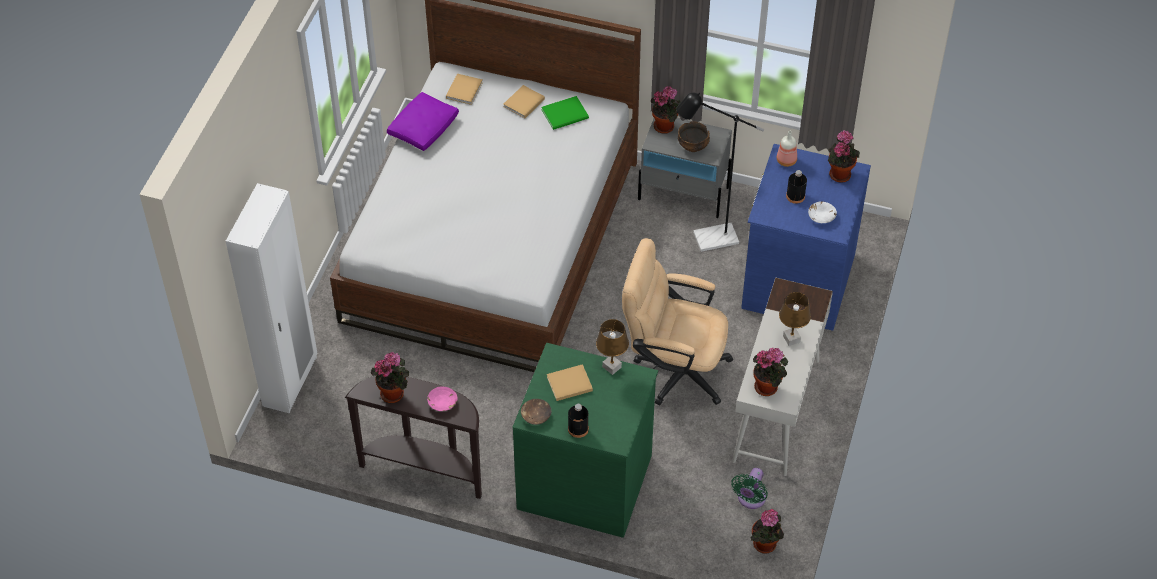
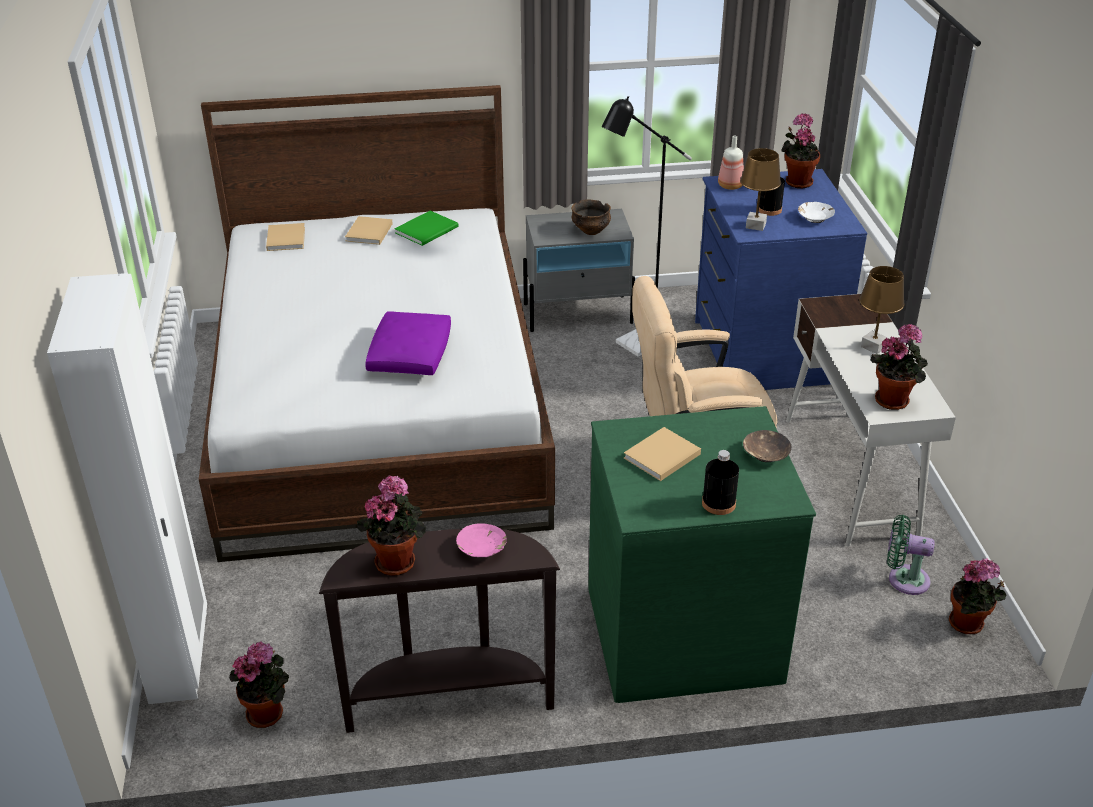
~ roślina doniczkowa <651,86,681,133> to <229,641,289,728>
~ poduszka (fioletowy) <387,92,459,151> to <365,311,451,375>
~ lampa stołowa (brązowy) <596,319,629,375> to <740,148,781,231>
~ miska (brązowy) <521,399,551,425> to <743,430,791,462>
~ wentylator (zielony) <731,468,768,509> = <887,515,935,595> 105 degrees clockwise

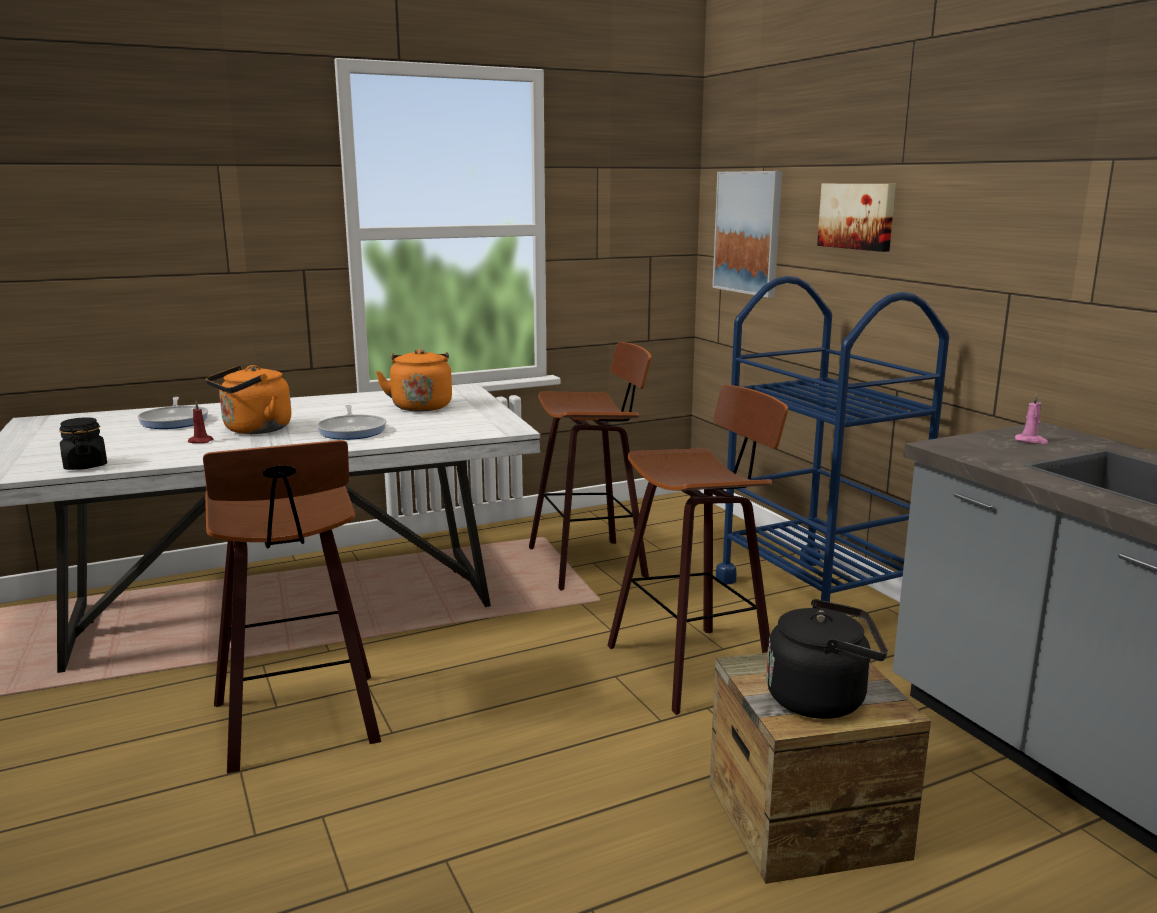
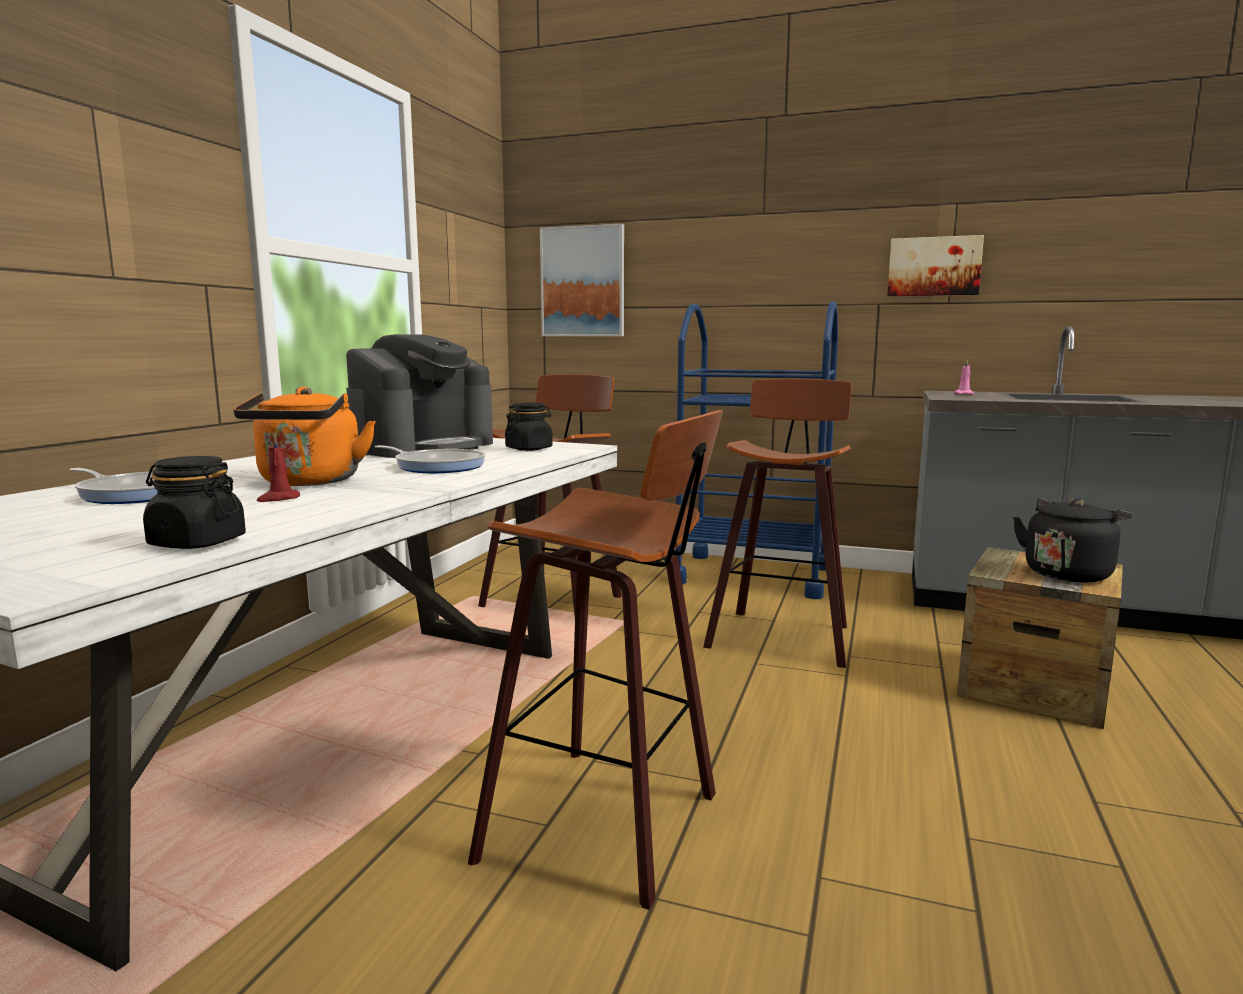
~ obraz <817,184,896,252> to <887,235,984,296>
~ czajnik (pomarańczowy) <376,349,452,412> to ekspres do kawy <346,334,493,458>
+ słoik (czarny) <505,403,553,451>

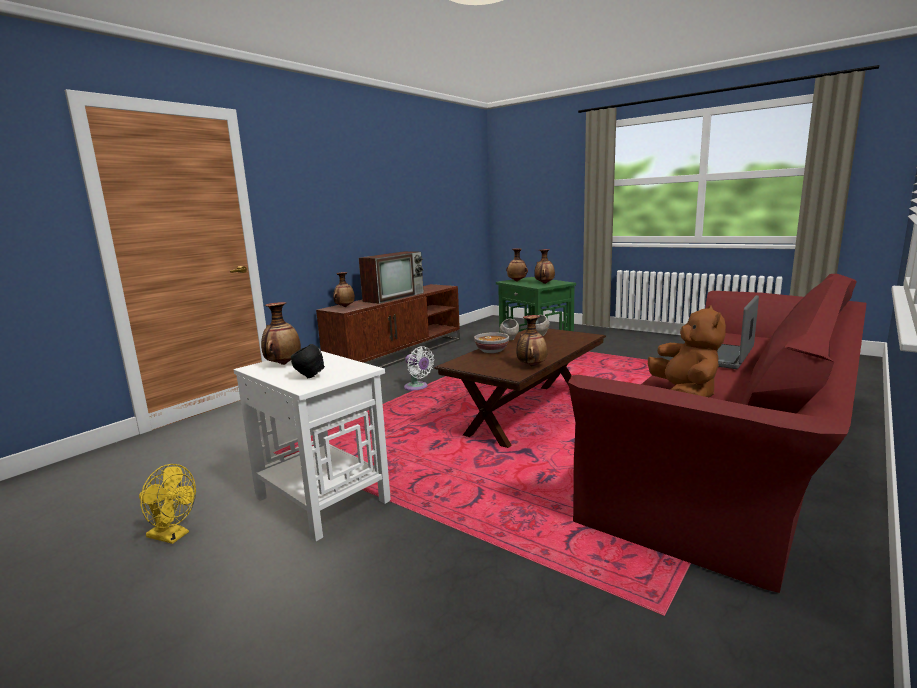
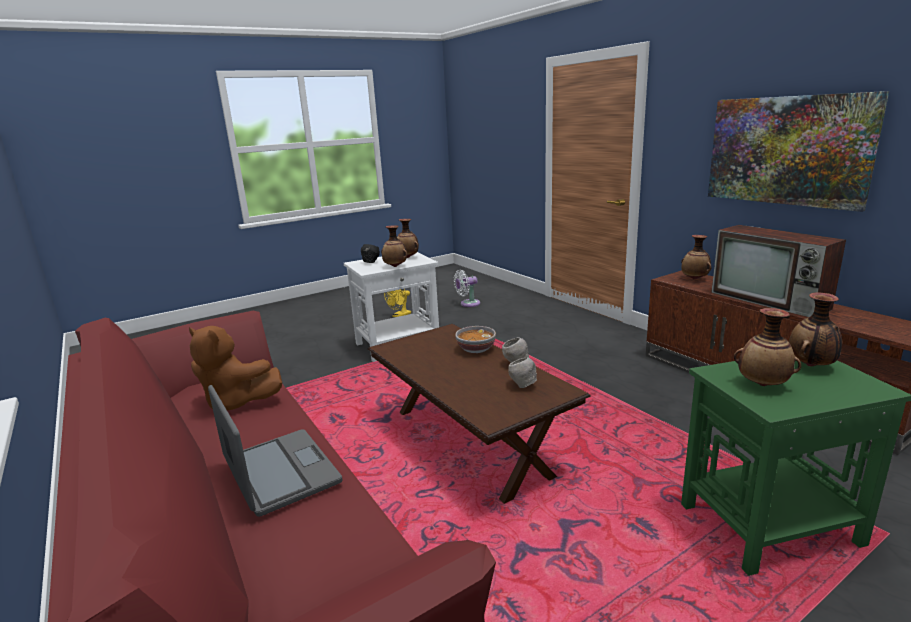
~ wazon <517,315,548,366> to <381,225,407,267>
~ wentylator (biały) <404,346,434,391> to <454,270,480,307>
+ obraz <708,91,889,212>

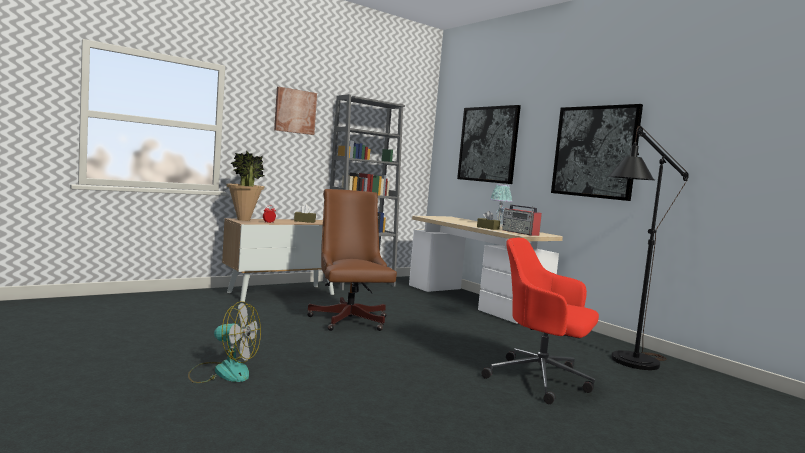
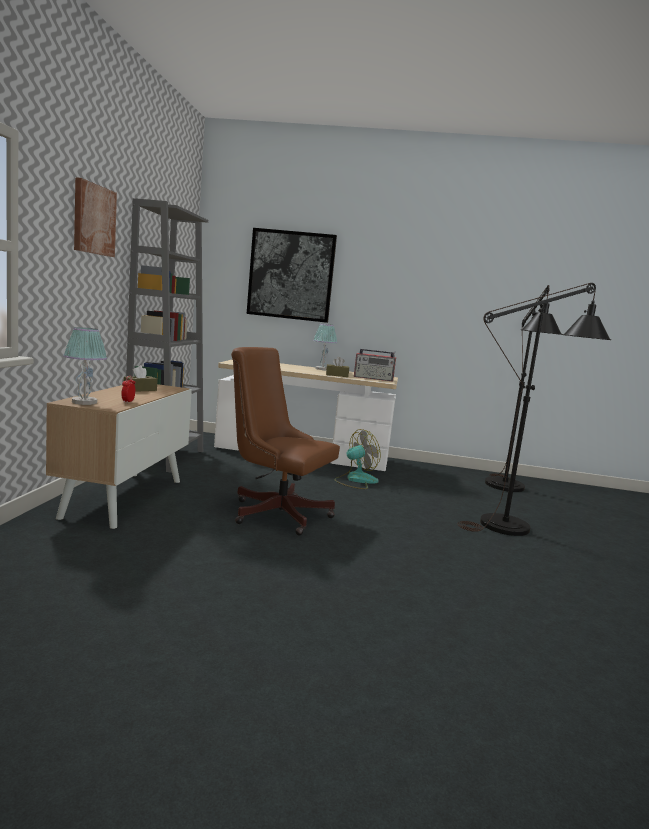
- obraz <551,104,643,201>
~ roślina doniczkowa <227,151,265,221> to lampa stołowa <63,327,107,405>
~ krzesło biurowe (czerwony) <481,238,599,404> to lampa stojąca (czarny) <457,283,611,536>
~ wentylator <188,301,261,383> to <334,429,381,489>

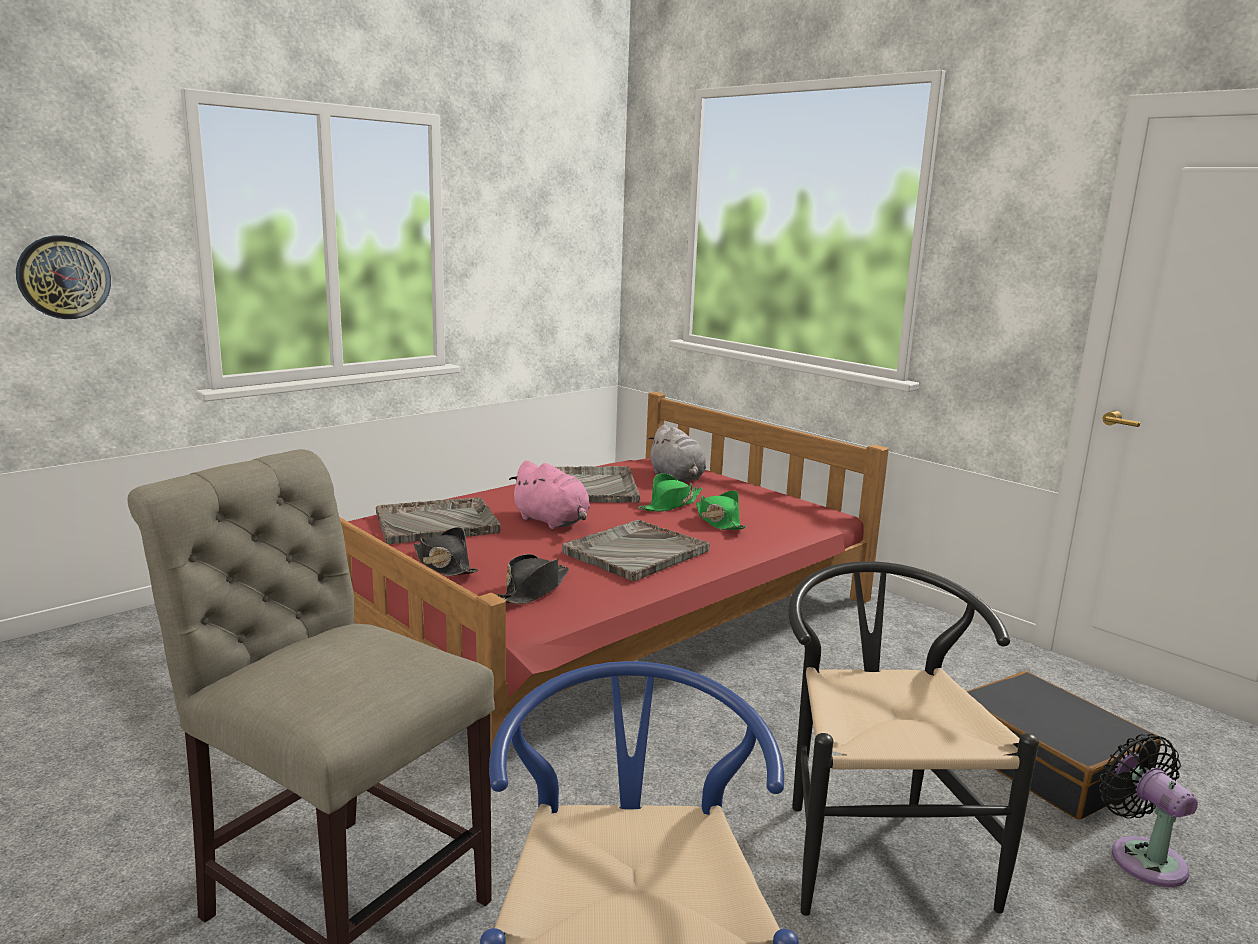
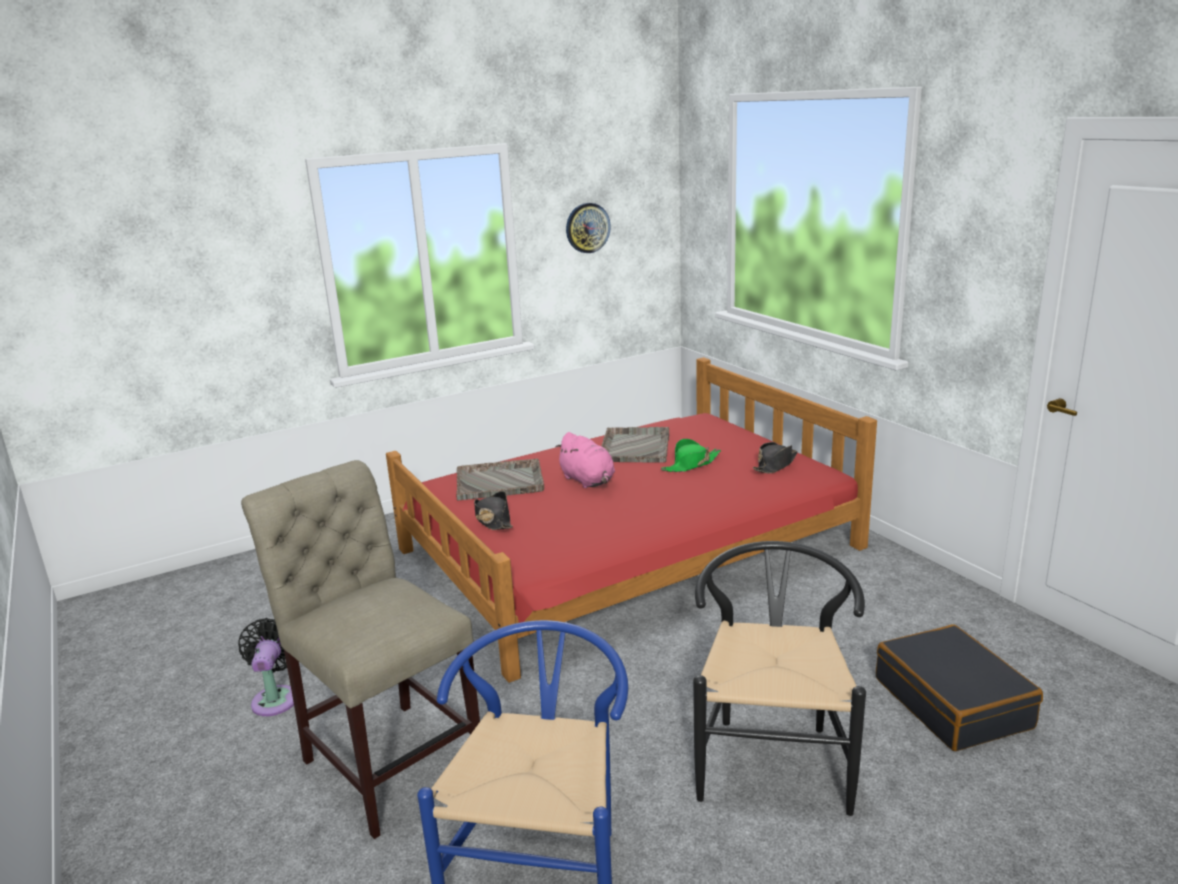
~ zegar ścienny <16,235,111,319> to <566,203,611,253>
- pluszak (szary) <648,425,706,482>
- kapelusz (zielony) <696,491,746,530>
- taca (szary) <562,520,710,582>
~ kapelusz (czarny) <495,554,569,604> to <753,442,798,474>
~ wentylator (czarny) <1099,734,1198,887> to <238,618,294,716>

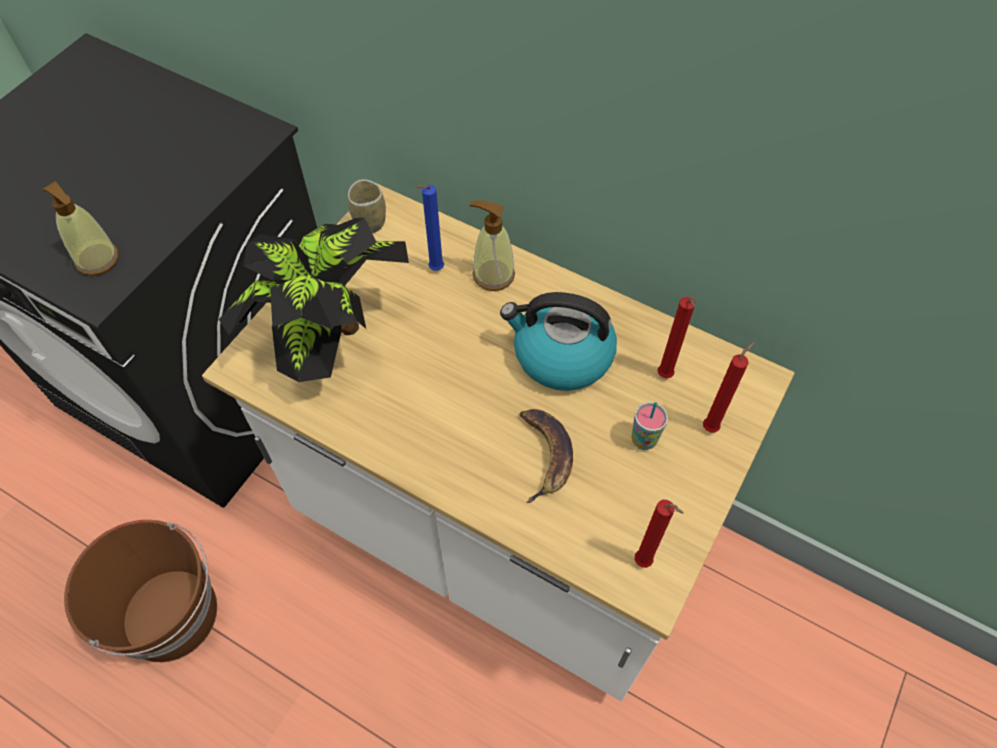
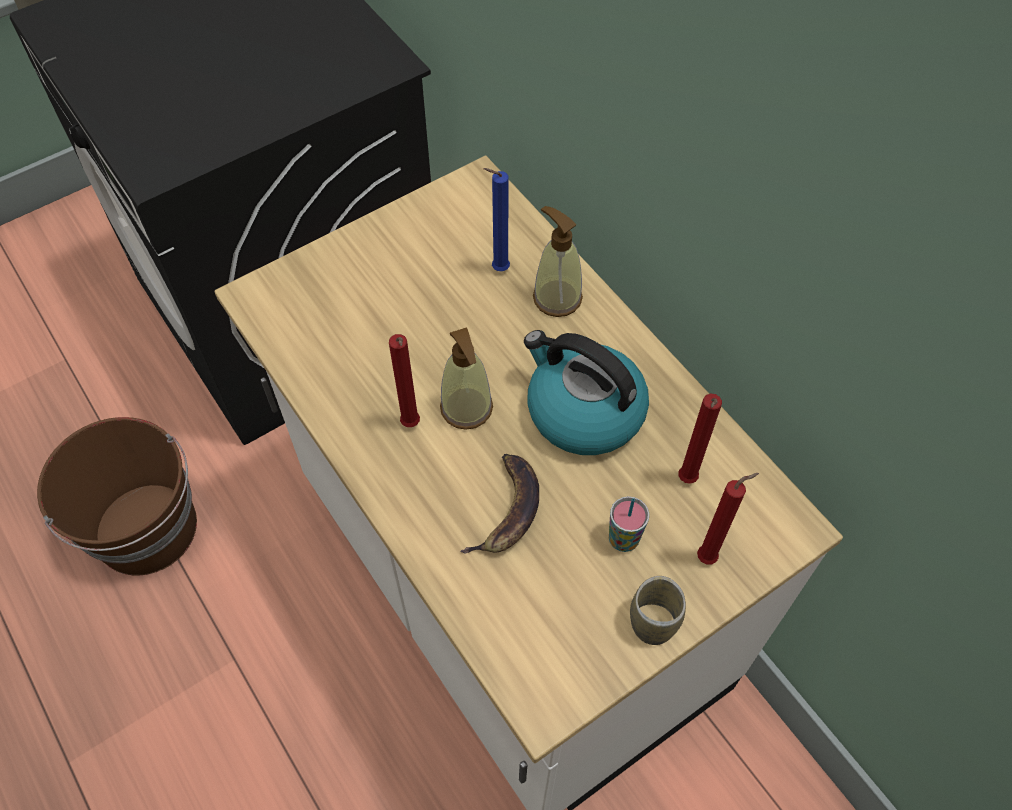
~ filiżanka <348,179,386,233> to <630,576,686,645>
~ dozownik mydła <42,181,119,276> to <440,327,493,430>
- roślina doniczkowa <219,218,409,382>
~ świeca (czerwony) <635,500,684,568> to <389,334,420,427>

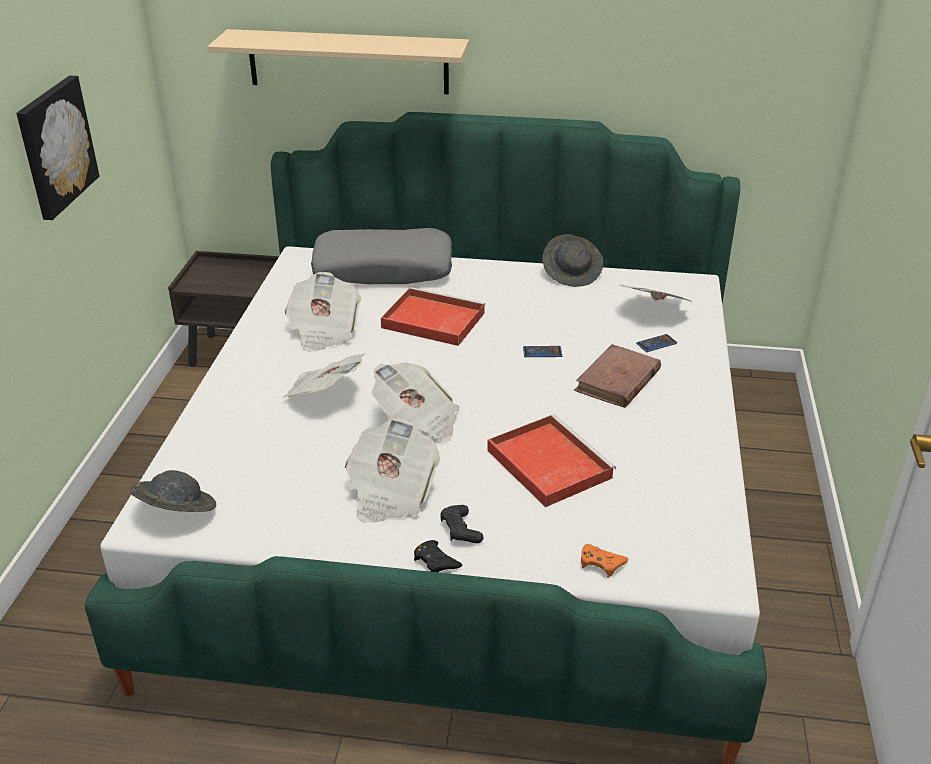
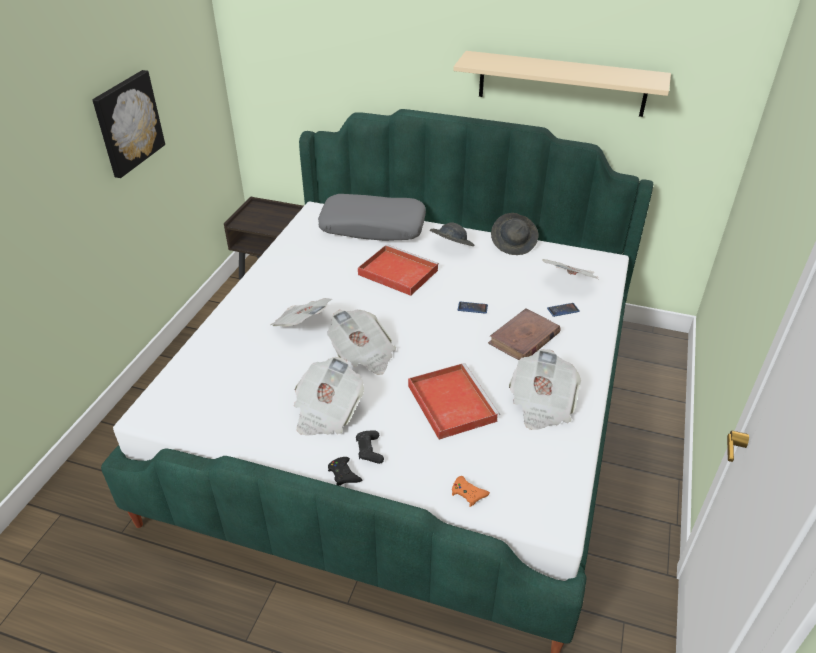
~ półka (beżowy) <208,29,469,94> to <453,51,671,117>
~ gazeta <285,272,361,352> to <509,349,581,430>
~ kapelusz (szary) <129,470,216,512> to <430,222,475,246>

